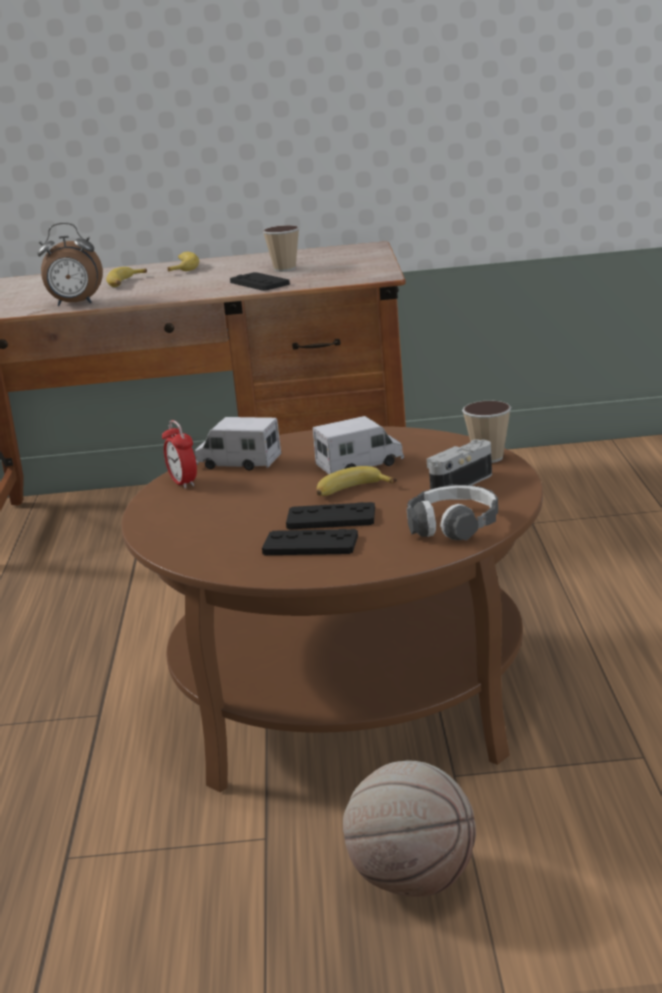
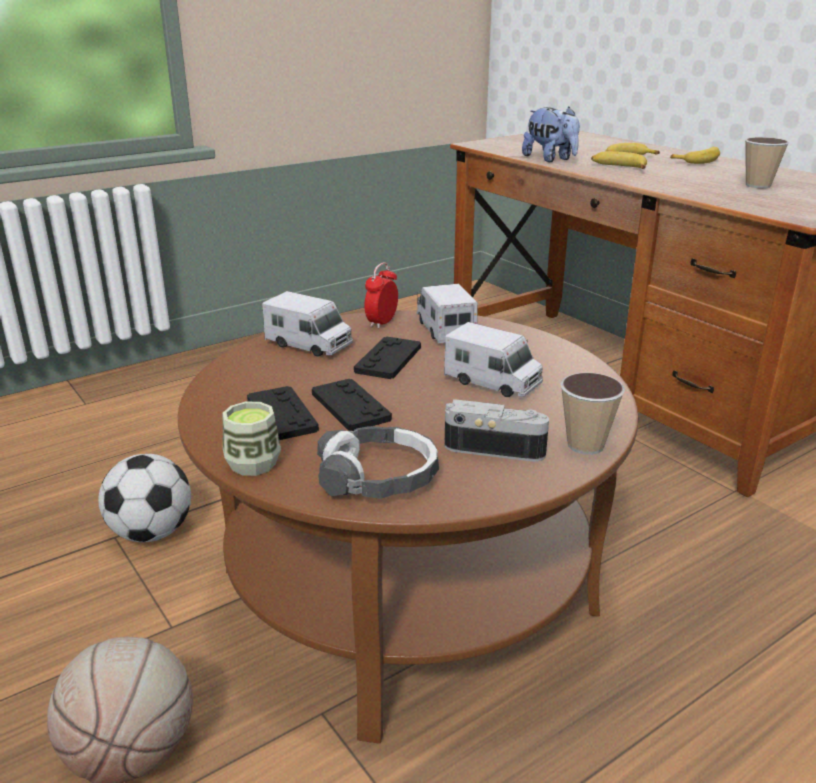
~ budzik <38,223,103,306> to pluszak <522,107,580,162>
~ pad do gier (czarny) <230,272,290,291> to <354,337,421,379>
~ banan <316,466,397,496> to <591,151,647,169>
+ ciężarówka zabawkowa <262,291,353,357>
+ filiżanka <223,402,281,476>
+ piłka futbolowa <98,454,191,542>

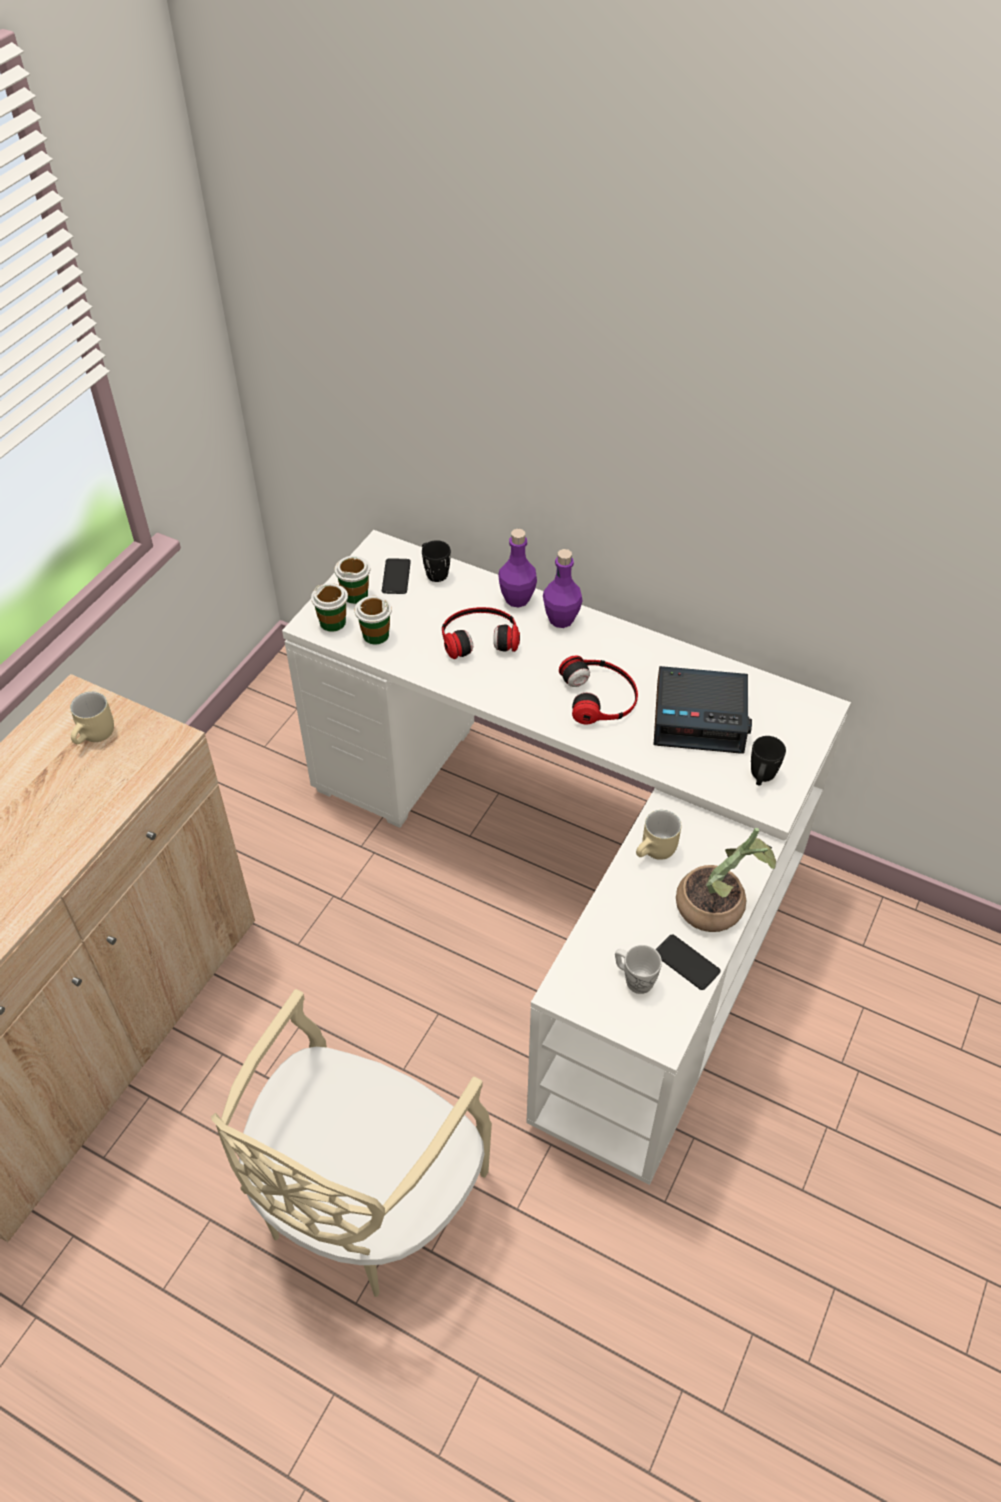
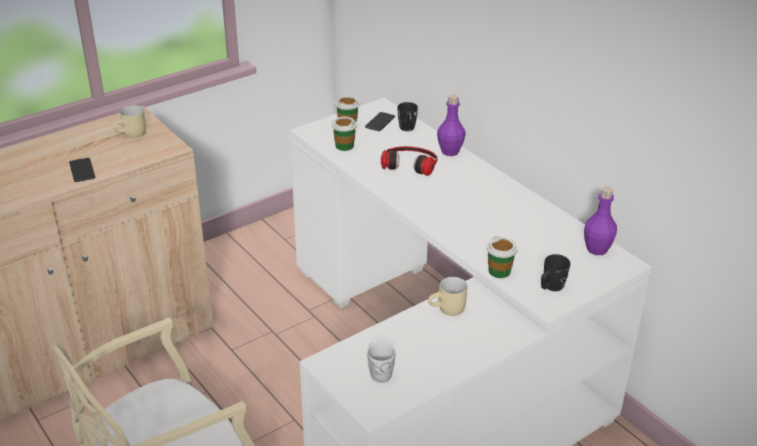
~ butelka (fioletowy) <543,549,583,628> to <584,187,617,255>
~ filiżanka <311,583,348,632> to <487,236,518,278>
- słuchawki <559,656,638,724>
- budzik <654,666,752,753>
- roślina doniczkowa <676,828,776,932>
~ telefon <656,935,721,990> to <69,158,95,182>

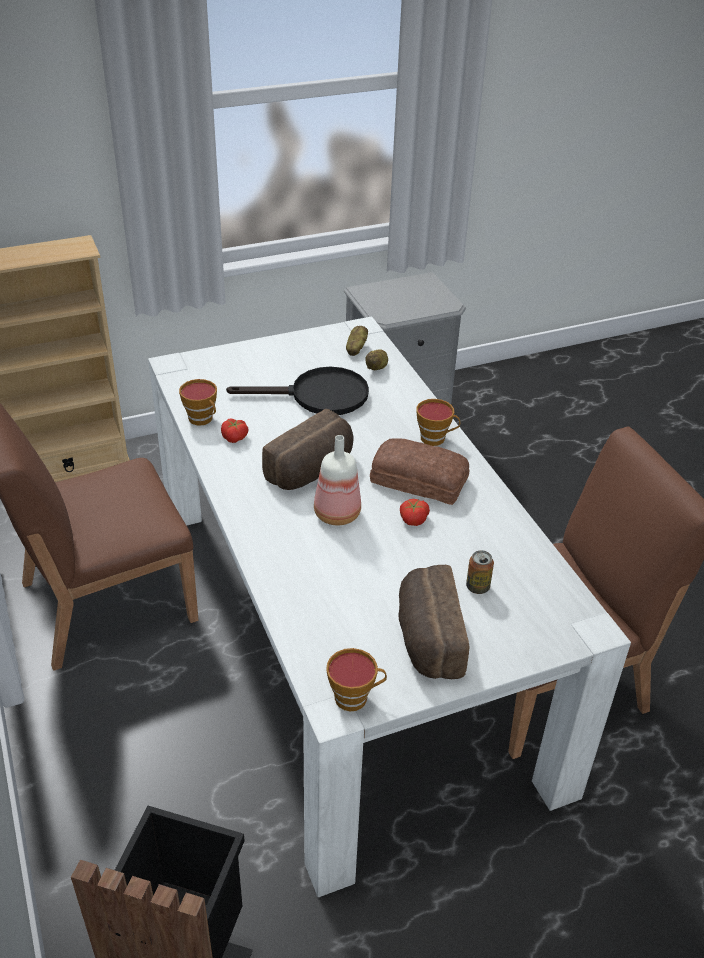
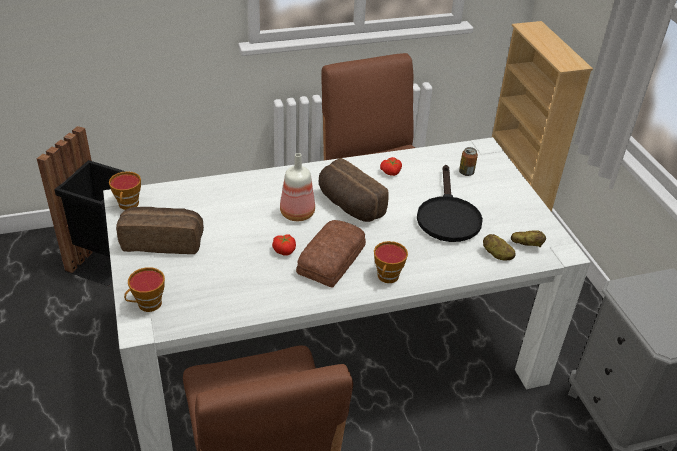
~ filiżanka <179,379,217,426> to <124,267,165,312>
~ puszka <466,550,494,594> to <459,147,478,176>

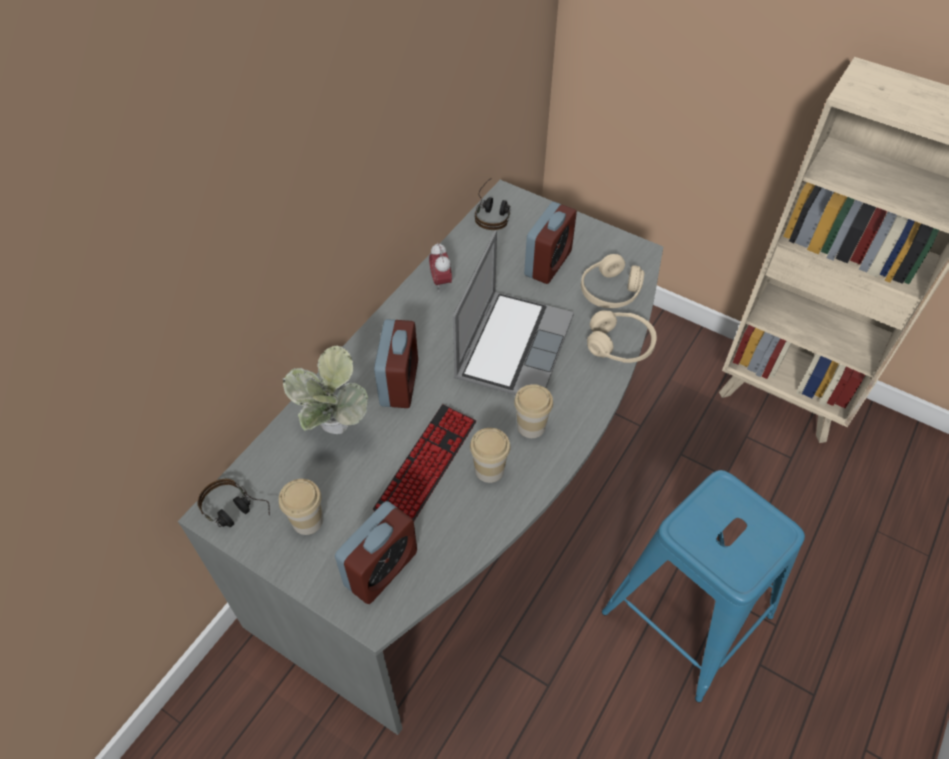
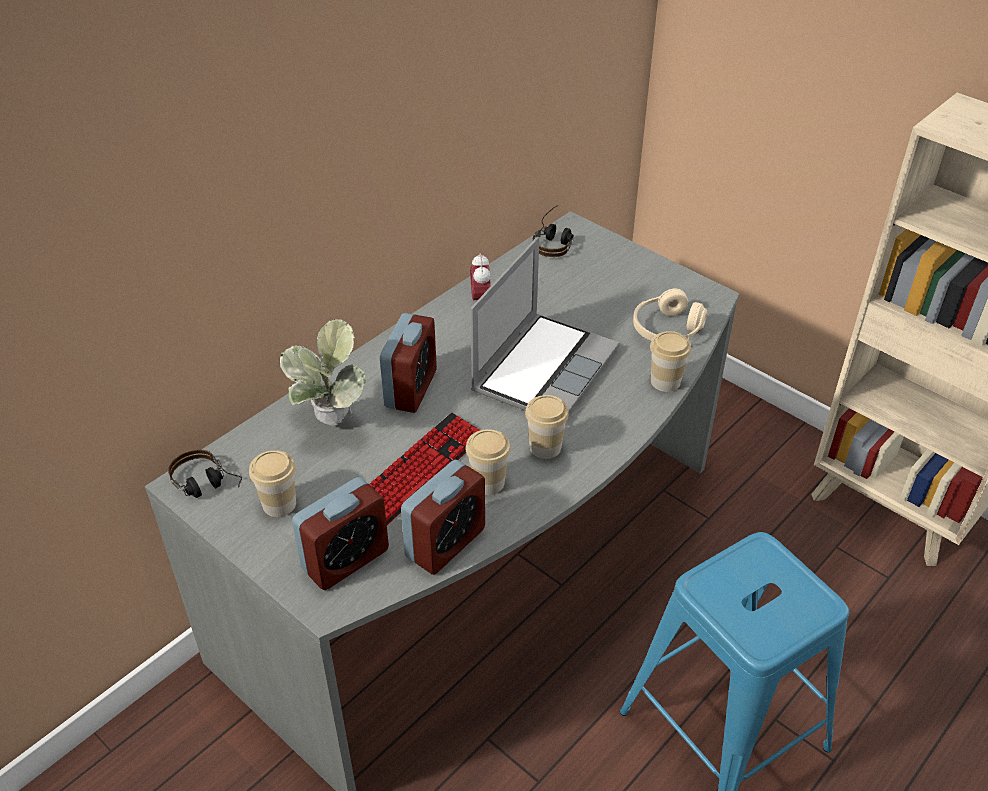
~ budzik <524,202,577,284> to <401,460,485,575>
~ słuchawki (beżowy) <587,310,657,363> to filiżanka <650,331,691,392>

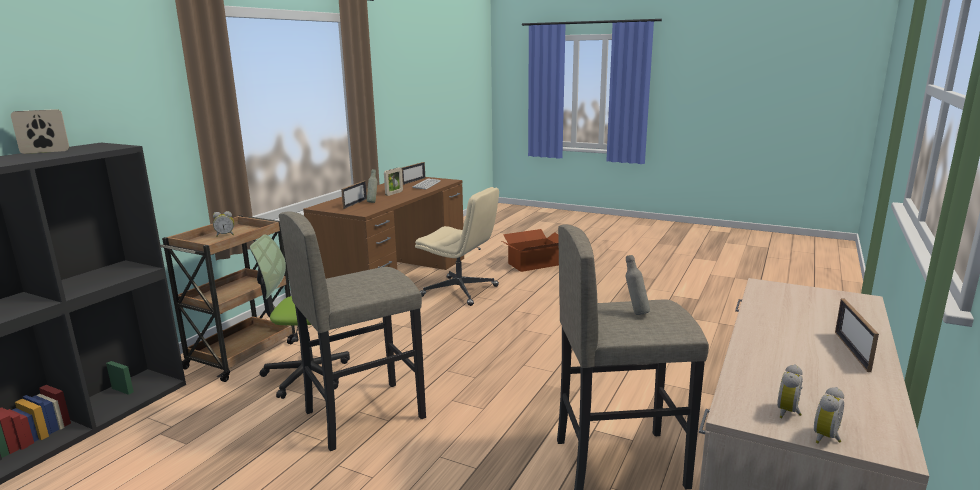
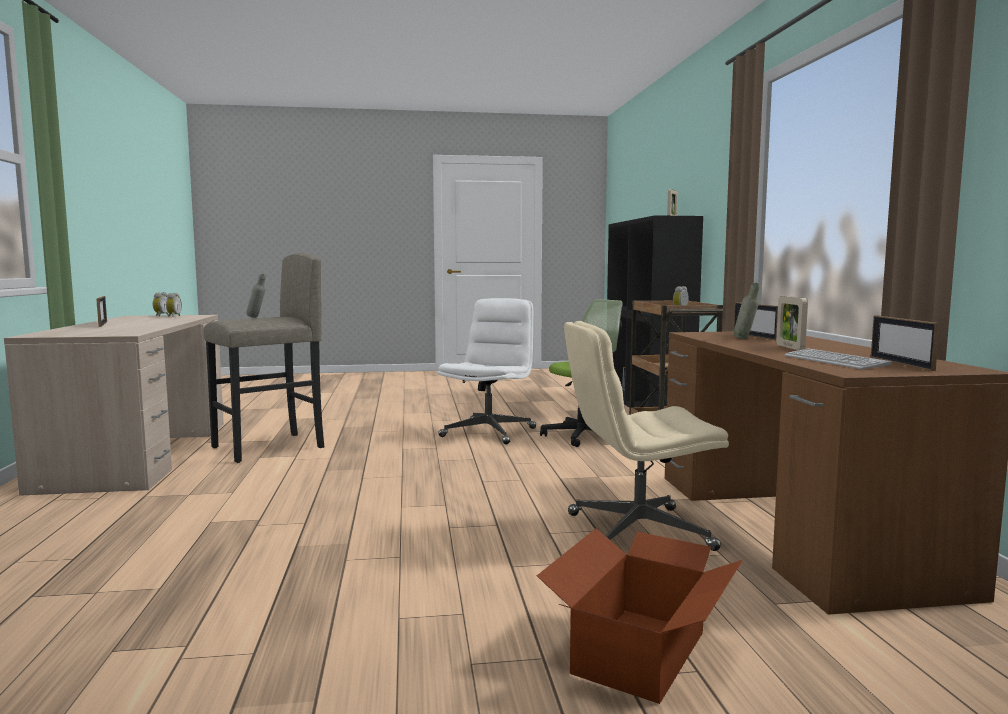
~ stołek (szary) <279,211,426,451> to krzesło biurowe (biały) <438,298,536,444>

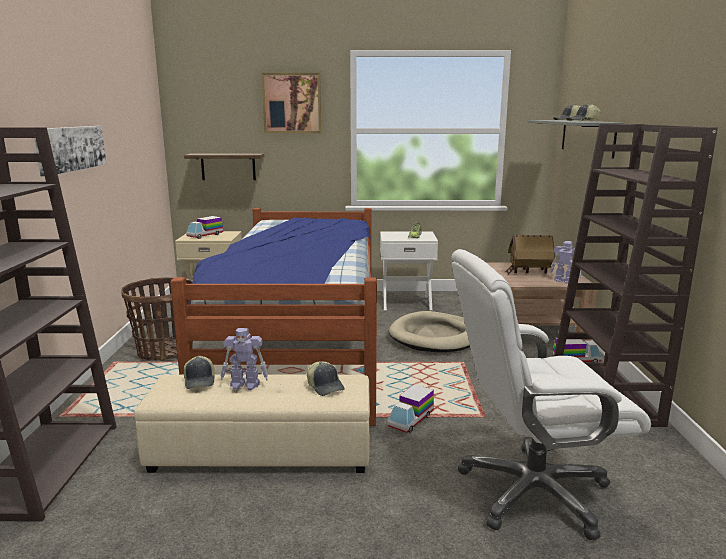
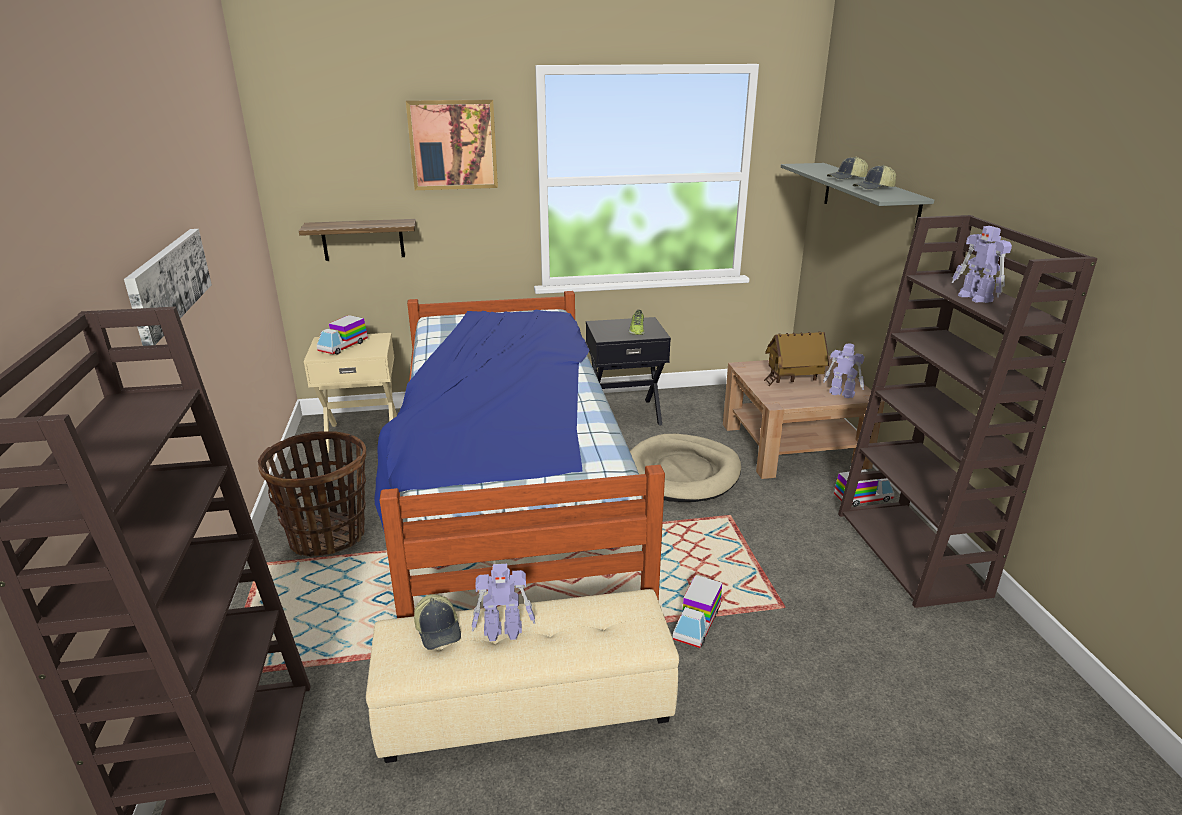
~ szafka nocna (biały) <380,231,438,310> to szafka nocna (czarny) <586,317,671,425>
- krzesło biurowe (biały) <451,249,651,541>
- czapka z daszkiem <307,361,344,396>
+ robot zabawkowy <952,226,1012,303>

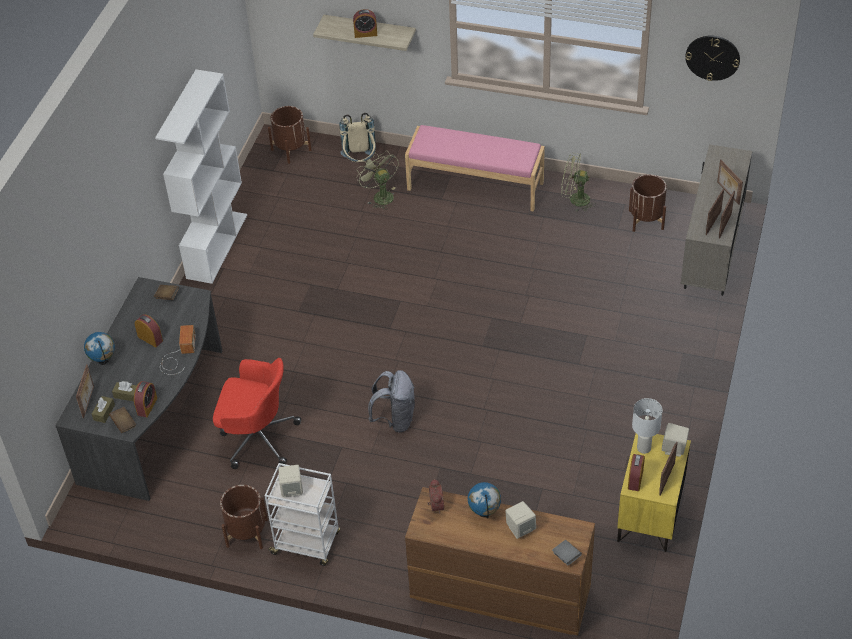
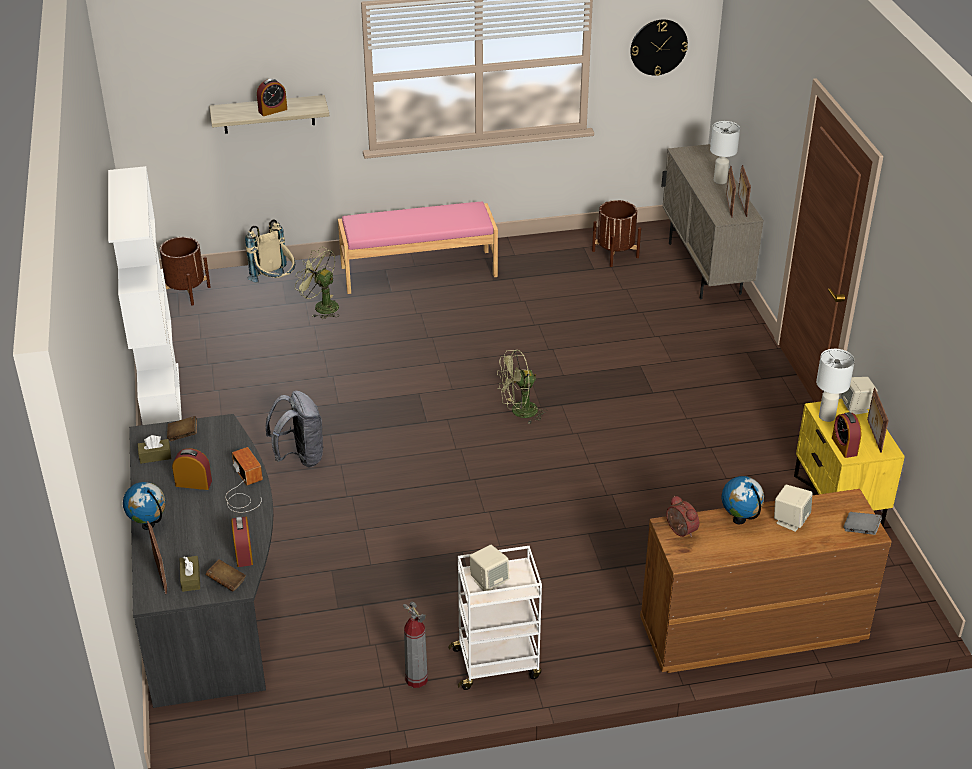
~ wentylator (zielony) <561,153,596,212> to <497,350,547,425>
~ ramka na zdjęcie <717,159,743,205> to lampa stołowa (biały) <710,121,740,184>
- krzesło biurowe (czerwony) <213,358,301,469>
~ plecak (szary) <368,370,415,433> to <266,391,324,467>
~ pudełko chusteczek (brązowy) <112,381,137,401> to <138,435,171,464>
~ donica (brązowy) <220,485,268,549> to gaśnica <403,601,428,688>

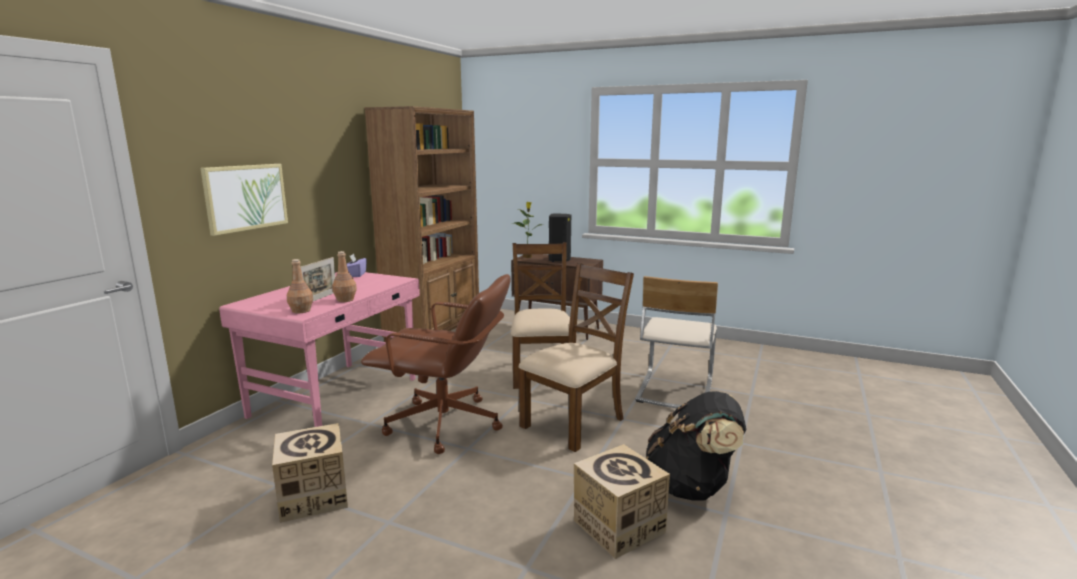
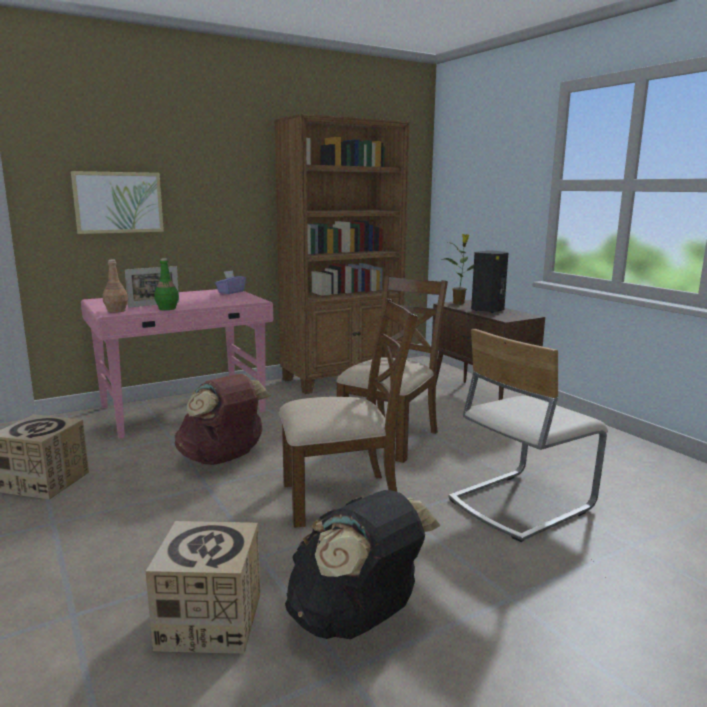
~ butelka (brązowy) <332,251,357,302> to butelka (zielony) <154,258,179,310>
~ krzesło biurowe (brązowy) <361,274,511,454> to plecak (brązowy) <175,374,271,465>

